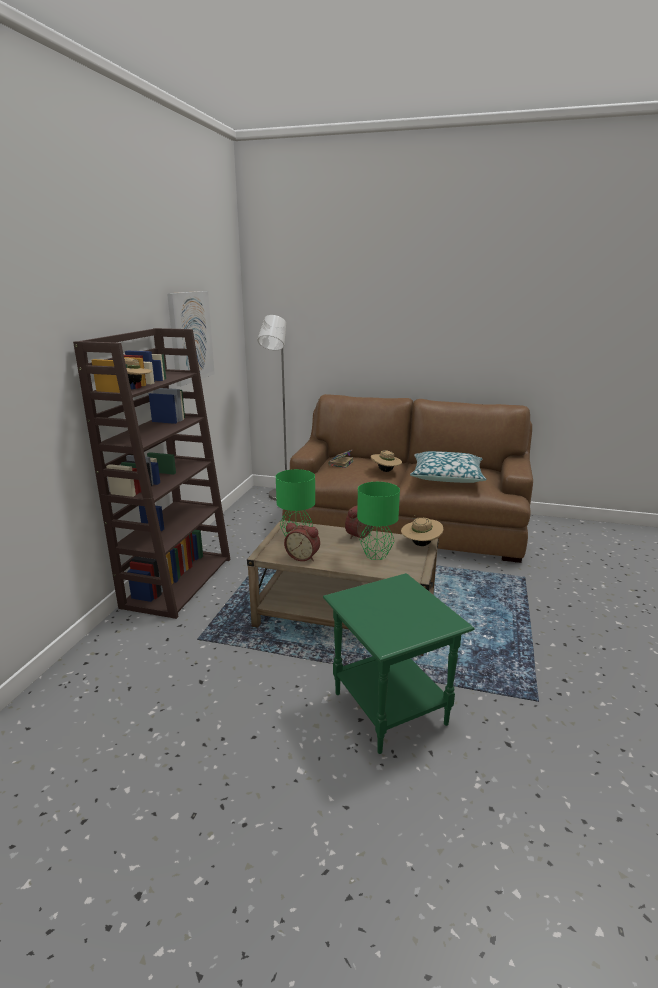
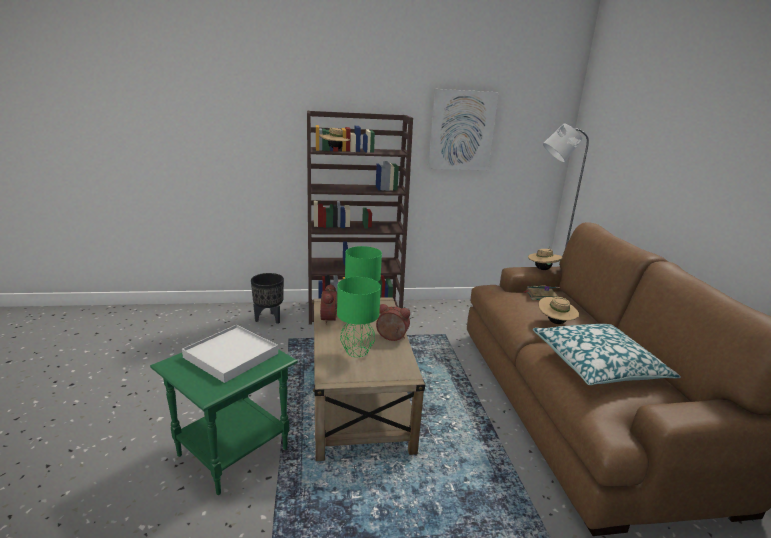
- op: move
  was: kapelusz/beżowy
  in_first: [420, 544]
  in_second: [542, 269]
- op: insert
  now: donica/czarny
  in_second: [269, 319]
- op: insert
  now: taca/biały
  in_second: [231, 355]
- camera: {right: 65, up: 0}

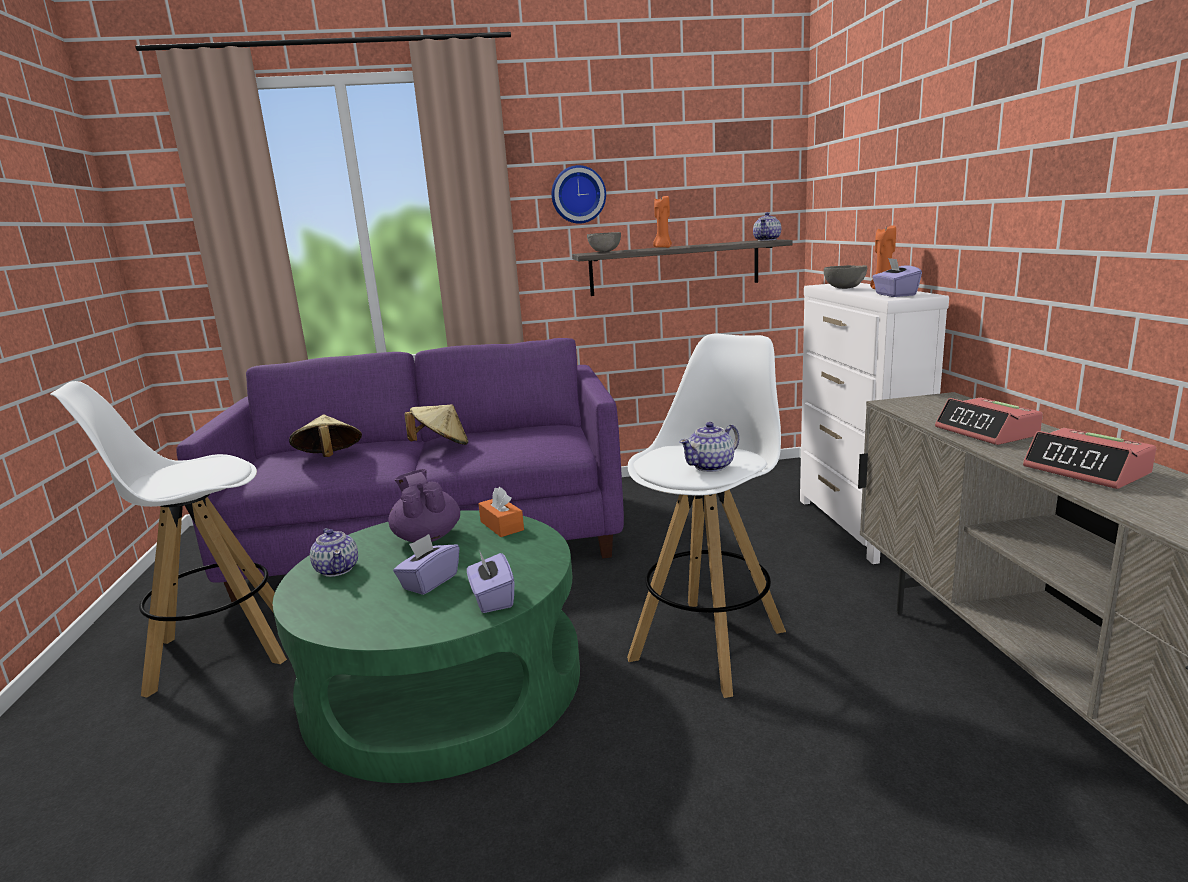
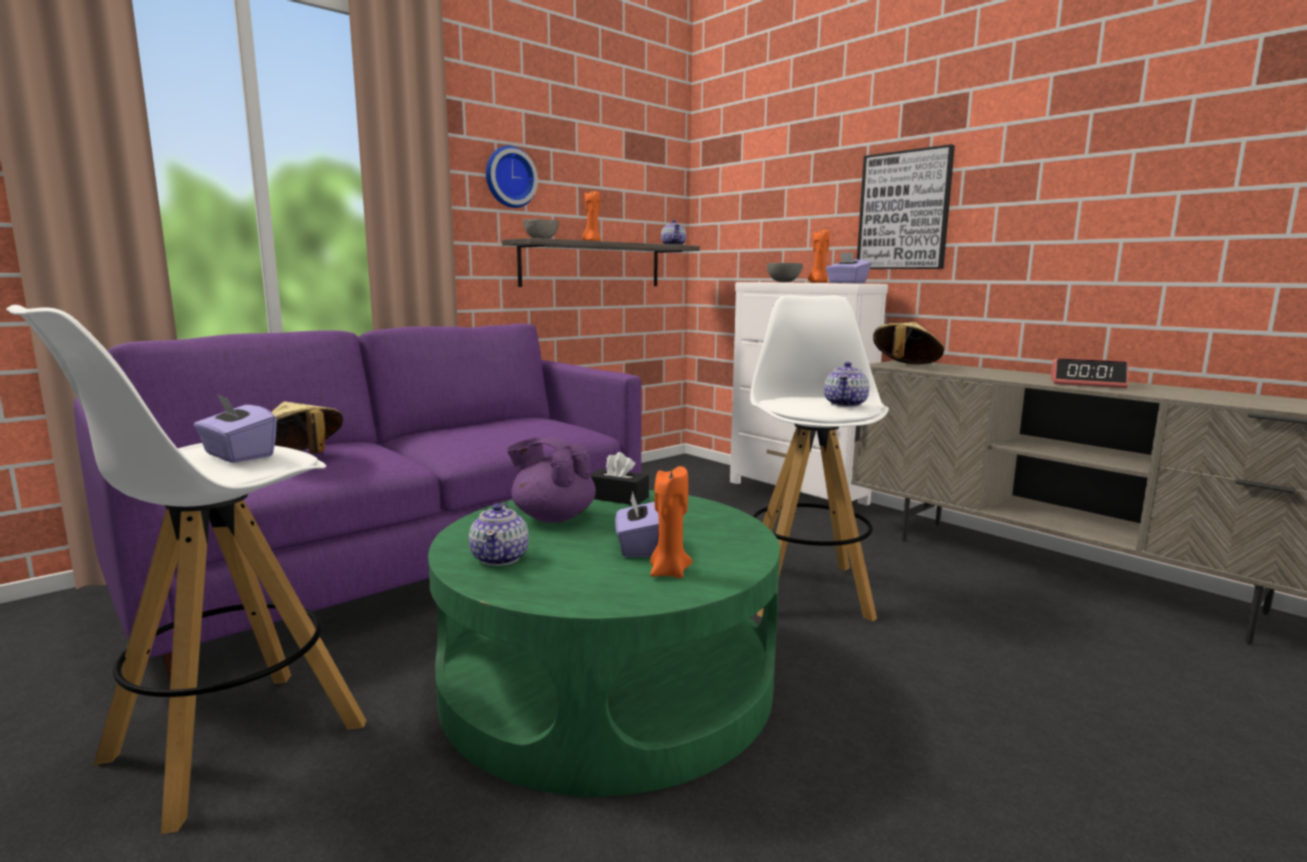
- op: delete
  was: budzik
  in_first: [987, 432]
- op: move
  was: kapelusz/beżowy
  in_first: [441, 446]
  in_second: [905, 366]
- op: recolor
  was: pudełko chusteczek/pomarańczowy
  now: pudełko chusteczek/czarny
  in_first: [502, 526]
  in_second: [618, 498]
- op: rotate
  was: imbryk
  in_first: [337, 569]
  in_second: [500, 558]
  clockwise: 60
- op: move
  was: pudełko chusteczek/fioletowy
  in_first: [492, 599]
  in_second: [238, 455]
- op: insert
  now: obraz
  in_second: [904, 211]
- op: insert
  now: świeca/pomarańczowy
  in_second: [669, 572]
- camera: {right: -35, up: -5}

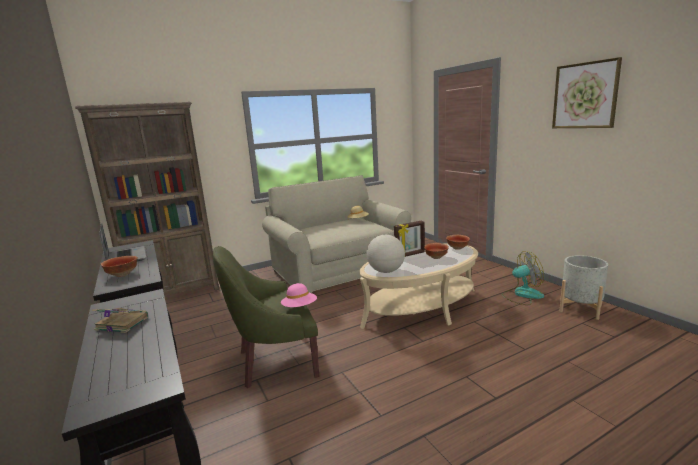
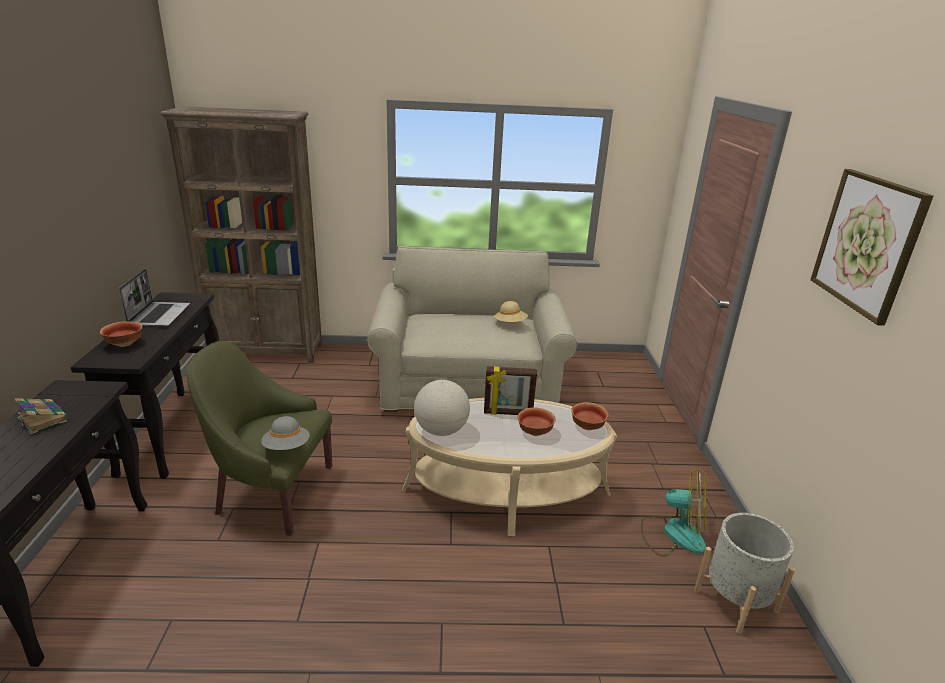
- op: recolor
  was: kapelusz/różowy
  now: kapelusz/szary
  in_first: [300, 308]
  in_second: [287, 447]
- camera: {right: 25, up: 10}

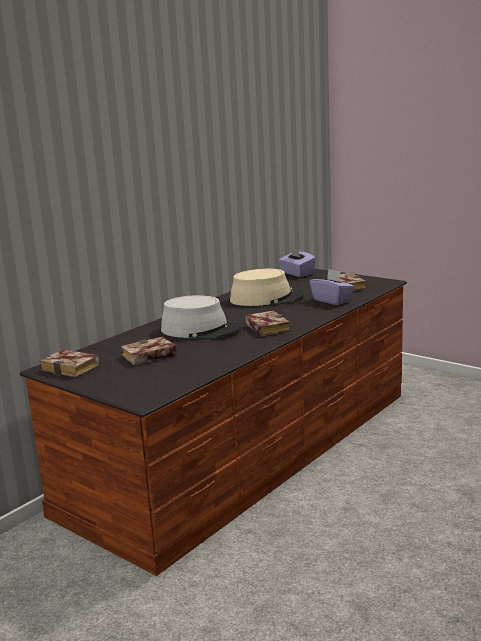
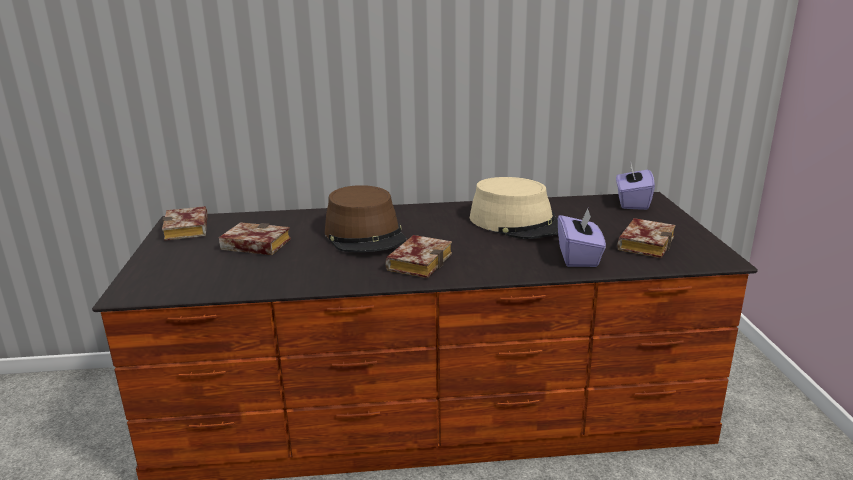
- op: recolor
  was: kapelusz/szary
  now: kapelusz/brązowy
  in_first: [201, 329]
  in_second: [365, 235]
- camera: {right: 45, up: 5}

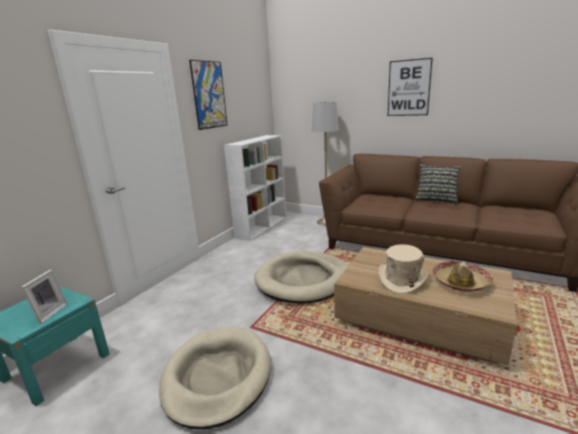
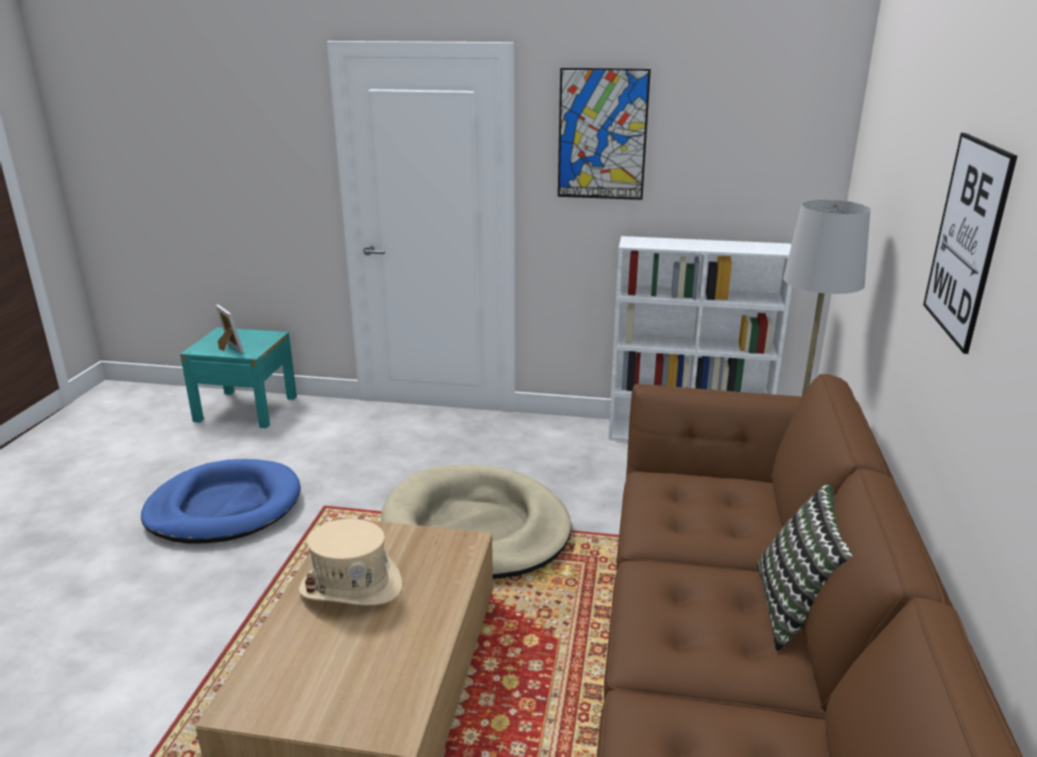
- op: delete
  was: kapelusz
  in_first: [460, 282]
- op: rotate
  was: ramka na zdjęcie
  in_first: [48, 313]
  in_second: [229, 349]
  clockwise: -120
- op: recolor
  was: legowisko/beżowy
  now: legowisko/niebieski
  in_first: [217, 377]
  in_second: [224, 507]
- camera: {right: 70, up: 5}

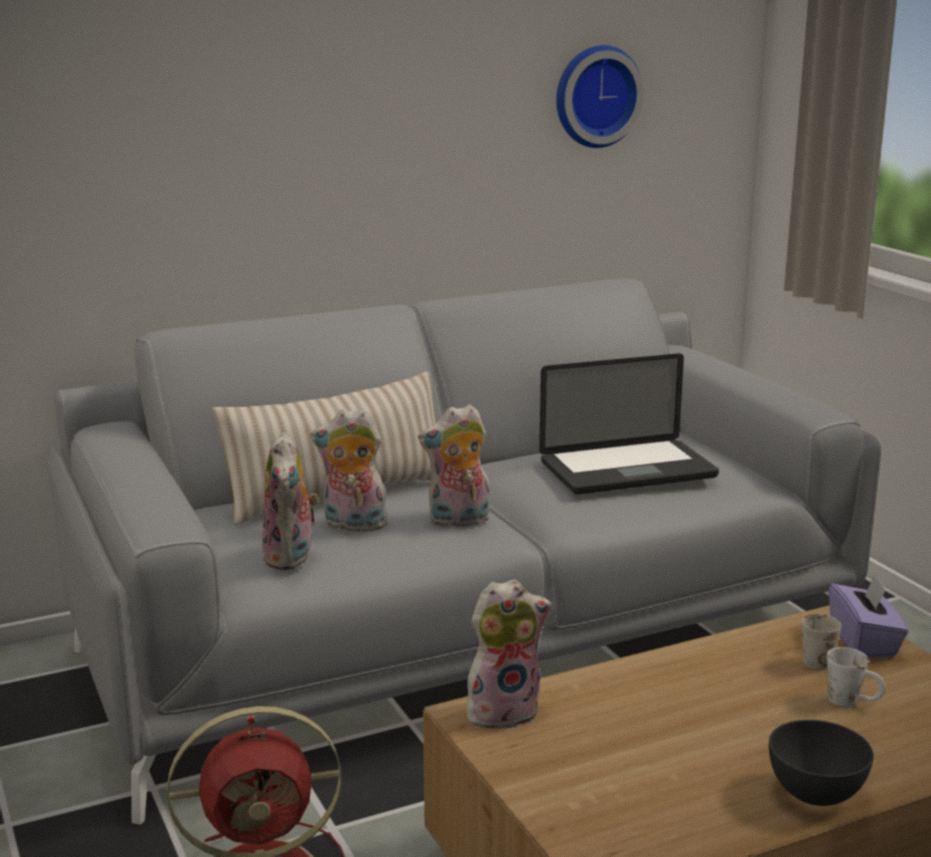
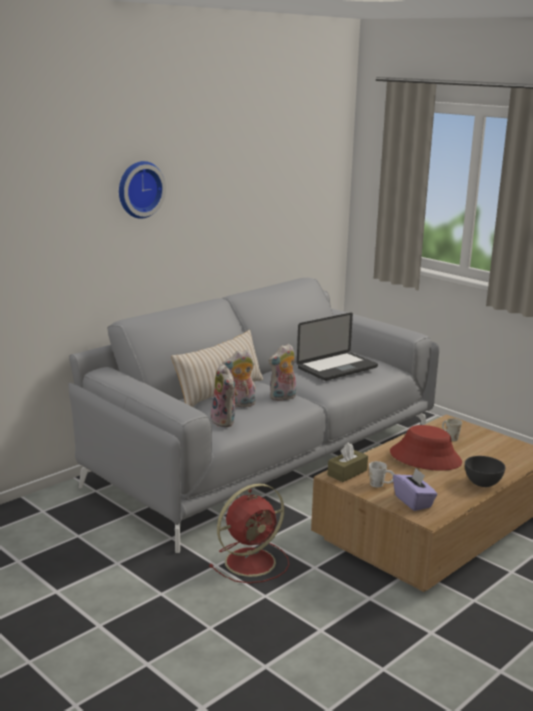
- op: move
  was: zegar ścienny
  in_first: [595, 96]
  in_second: [139, 189]
- op: move
  was: pudełko chusteczek/fioletowy
  in_first: [864, 642]
  in_second: [413, 501]
- op: replace
  was: pluszak
  now: pudełko chusteczek/brązowy
  in_first: [503, 711]
  in_second: [347, 473]
- op: move
  was: kubek/biały
  in_first: [852, 702]
  in_second: [381, 485]
- op: insert
  now: kapelusz/czerwony
  in_second: [425, 457]
- camera: {right: -20, up: 0}

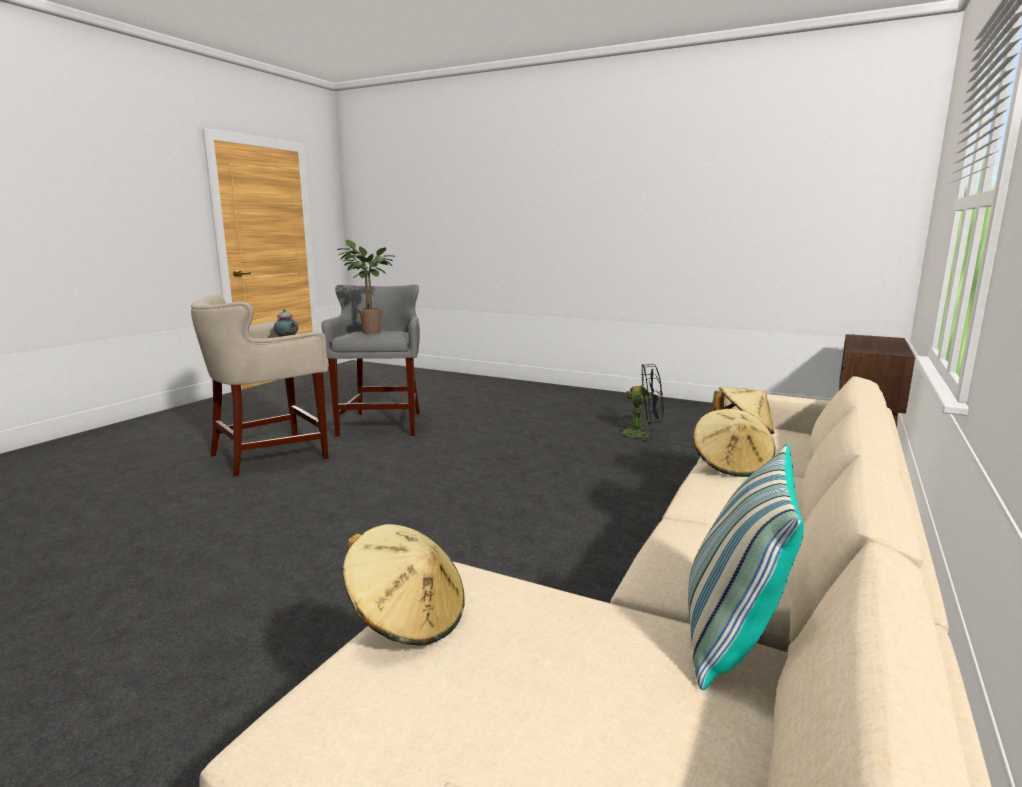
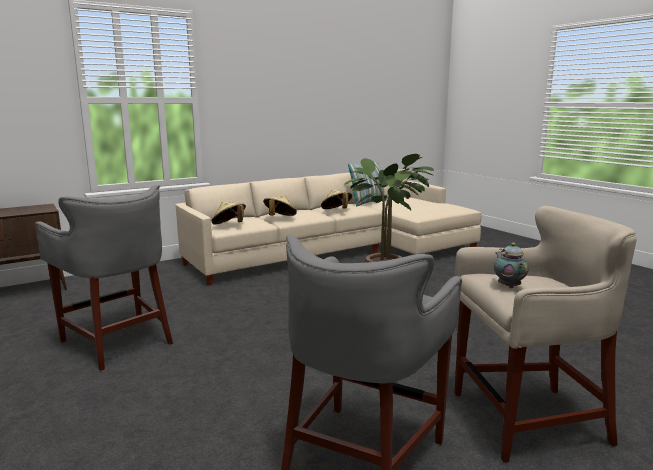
- op: replace
  was: wentylator/czarny
  now: stołek/szary
  in_first: [642, 434]
  in_second: [118, 341]
- op: move
  was: kapelusz/beżowy
  in_first: [407, 618]
  in_second: [336, 211]
- camera: {right: -150, up: 0}

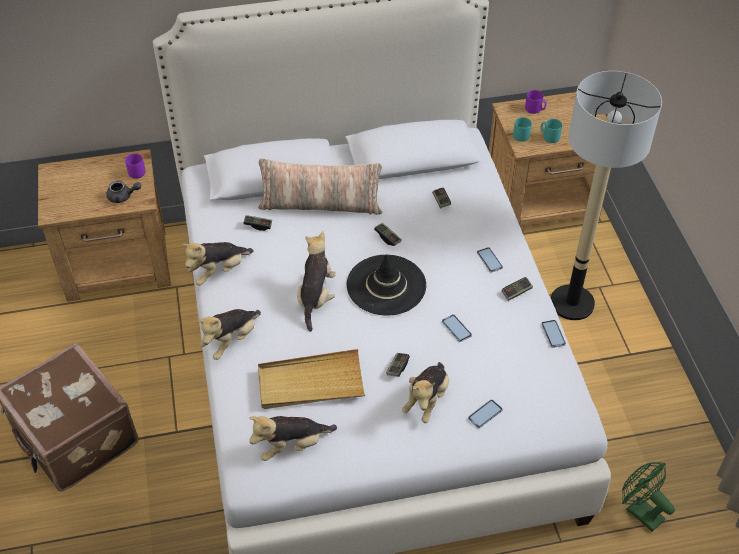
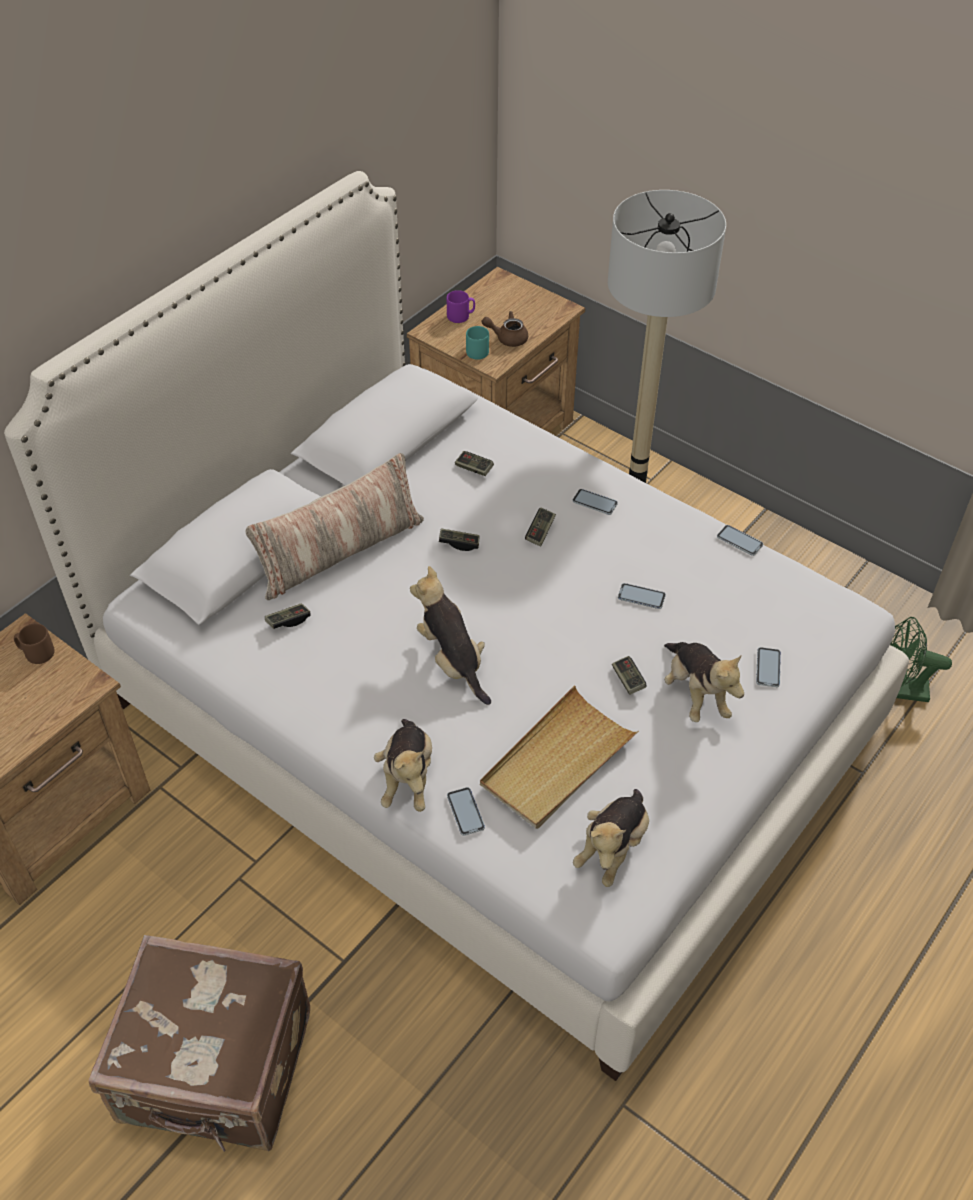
- op: replace
  was: kubek/turkusowy
  now: imbryk/brązowy
  in_first: [549, 137]
  in_second: [507, 338]
- op: recolor
  was: kubek/fioletowy
  now: kubek/brązowy
  in_first: [135, 171]
  in_second: [36, 653]
- op: delete
  was: imbryk/szary
  in_first: [123, 197]
- op: delete
  was: pluszak
  in_first: [219, 271]
- op: delete
  was: kapelusz/czarny
  in_first: [386, 285]
- op: move
  was: pad do gier
  in_first: [516, 292]
  in_second: [540, 532]
- op: insert
  now: telefon
  in_second: [465, 812]
- camera: {right: -40, up: 0}

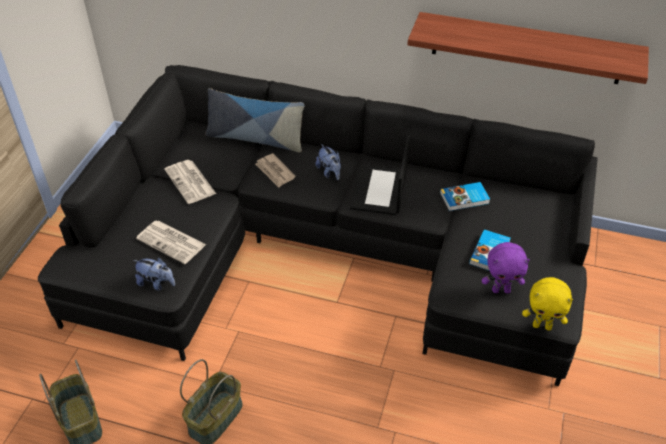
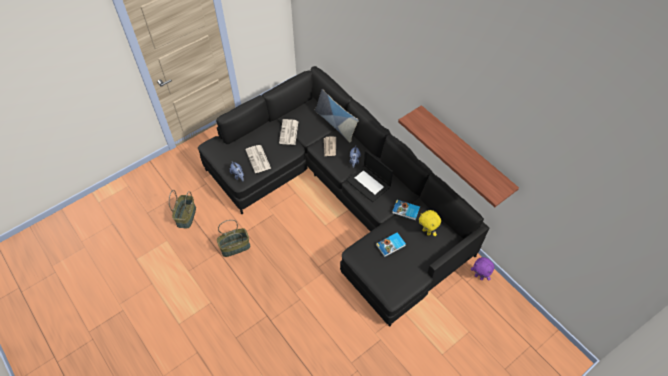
- op: rotate
  was: laptop
  in_first: [379, 190]
  in_second: [369, 183]
  clockwise: -90
- op: move
  was: pluszak/fioletowy
  in_first: [501, 290]
  in_second: [479, 276]
- op: move
  was: pluszak/żółty
  in_first: [542, 326]
  in_second: [427, 232]
- camera: {right: 35, up: 10}

